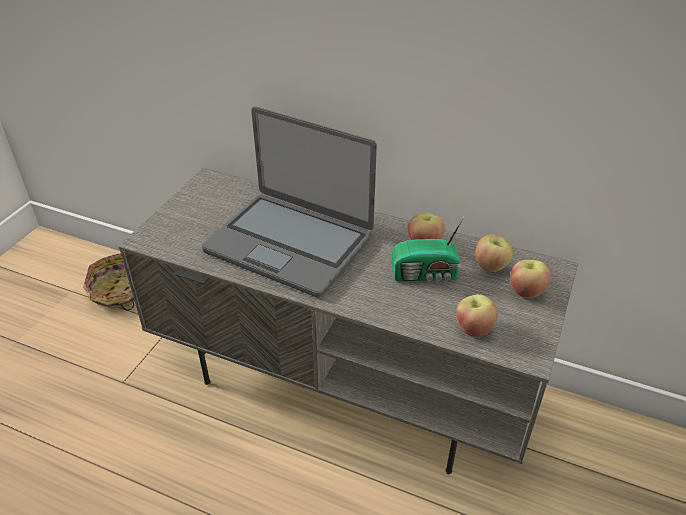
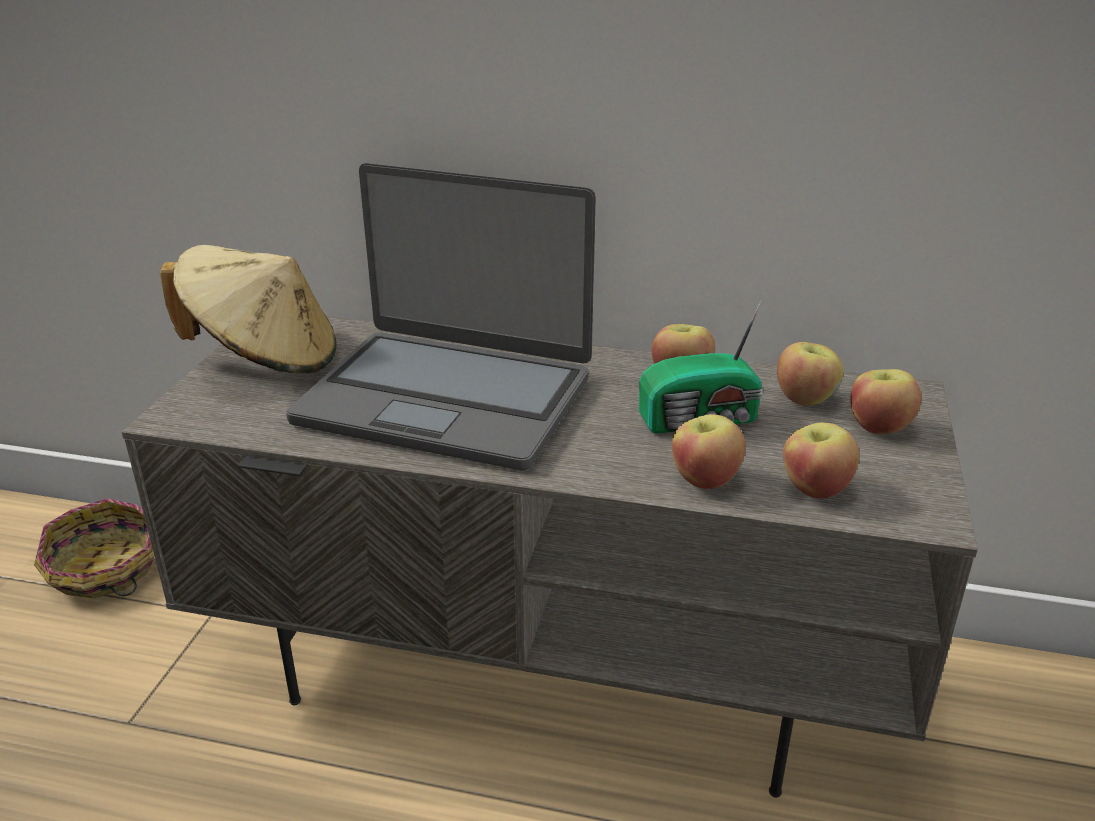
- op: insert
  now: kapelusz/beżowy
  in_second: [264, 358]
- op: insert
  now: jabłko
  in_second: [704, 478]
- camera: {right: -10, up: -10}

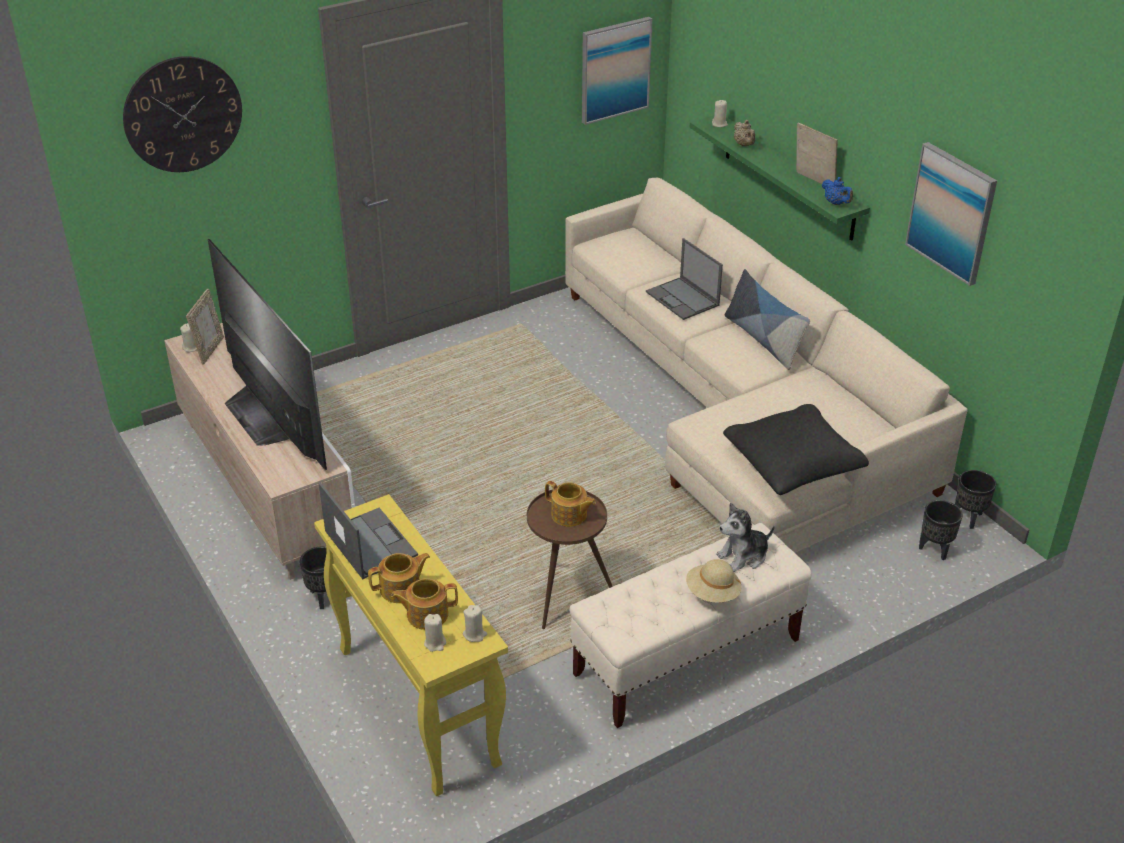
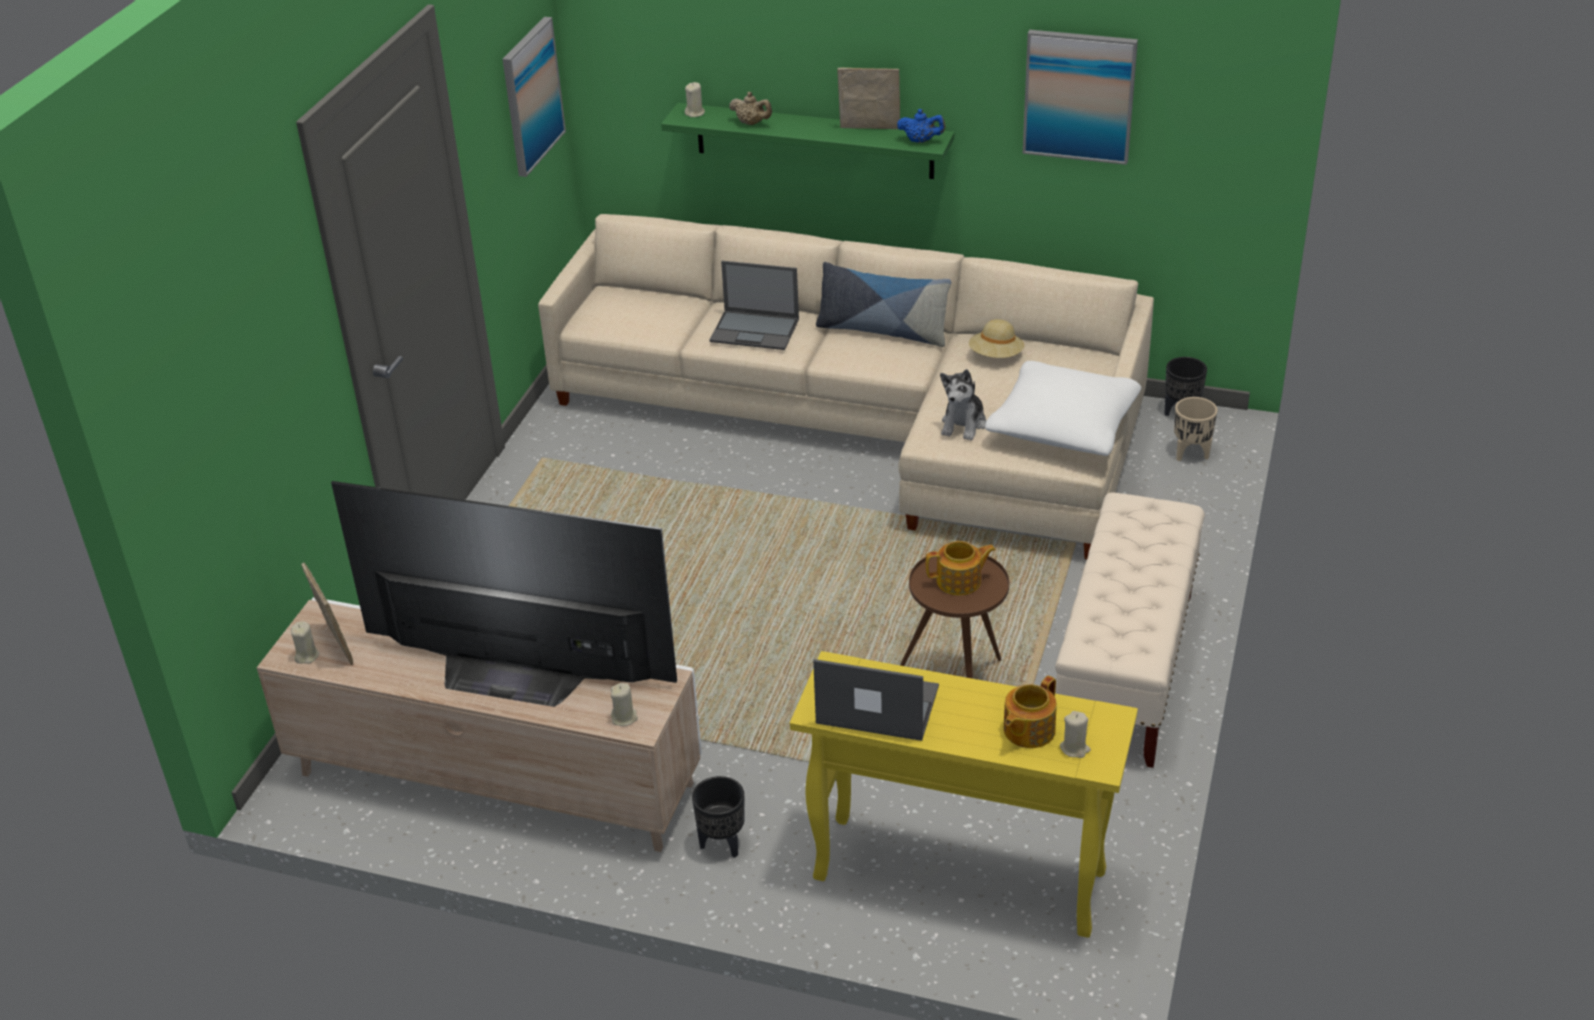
- op: delete
  was: zegar ścienny
  in_first: [183, 114]
- op: recolor
  was: poduszka/czarny
  now: poduszka/biały
  in_first: [793, 463]
  in_second: [1063, 426]
- op: recolor
  was: donica/czarny
  now: donica/beżowy
  in_first: [935, 550]
  in_second: [1191, 454]
- op: move
  was: pluszak
  in_first: [743, 556]
  in_second: [963, 424]
- op: delete
  was: imbryk
  in_first: [401, 589]
- op: move
  was: kapelusz/beżowy
  in_first: [712, 593]
  in_second: [996, 356]
- op: move
  was: świeca/beżowy
  in_first: [474, 634]
  in_second: [624, 718]
- camera: {right: -40, up: 0}

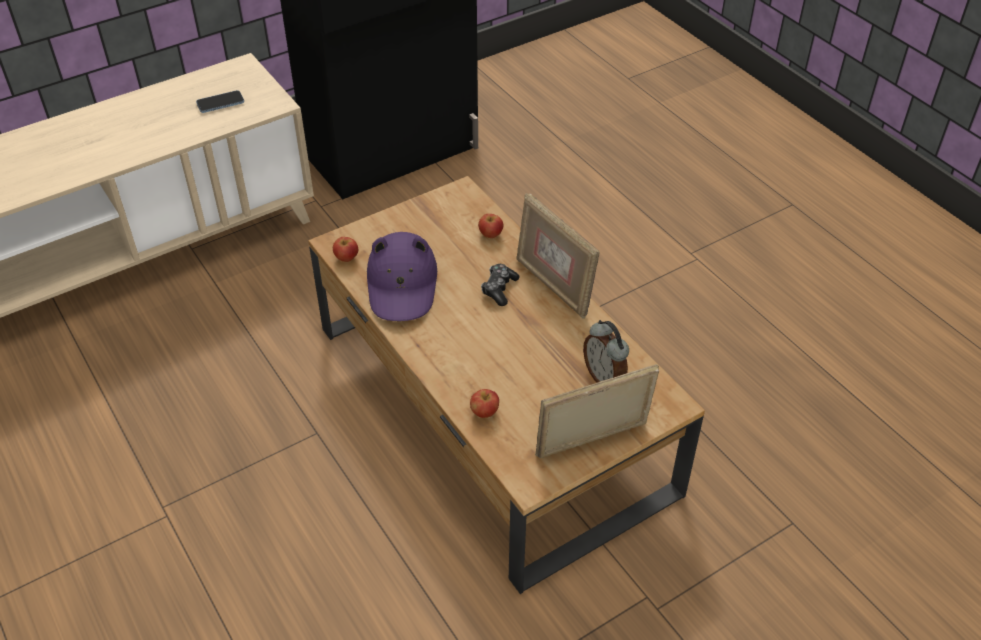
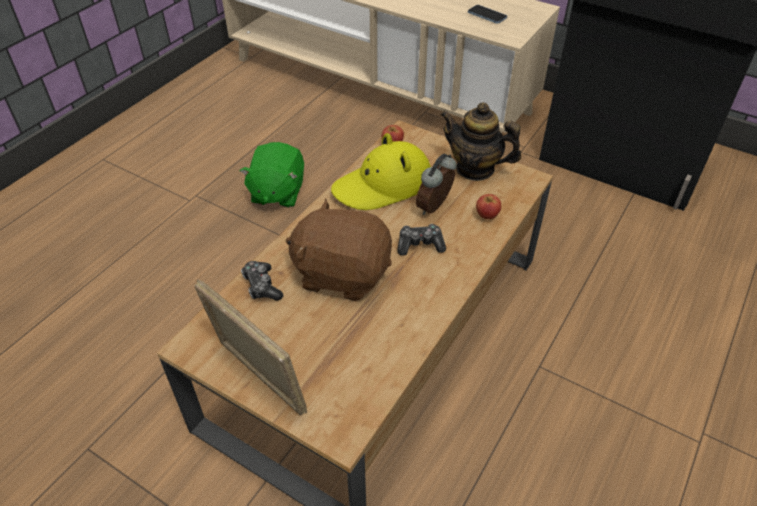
- op: delete
  was: ramka na zdjęcie
  in_first: [553, 286]
- op: recolor
  was: kapelusz/fioletowy
  now: kapelusz/żółty
  in_first: [402, 285]
  in_second: [383, 185]
- op: move
  was: budzik
  in_first: [604, 377]
  in_second: [435, 208]
- op: replace
  was: jabłko
  now: pad do gier
  in_first: [484, 412]
  in_second: [262, 286]
- op: insert
  now: imbryk
  in_second: [475, 169]
- op: insert
  now: pluszak/zielony
  in_second: [277, 192]
- op: insert
  now: pluszak/brązowy
  in_second: [342, 273]
- camera: {right: 65, up: 0}

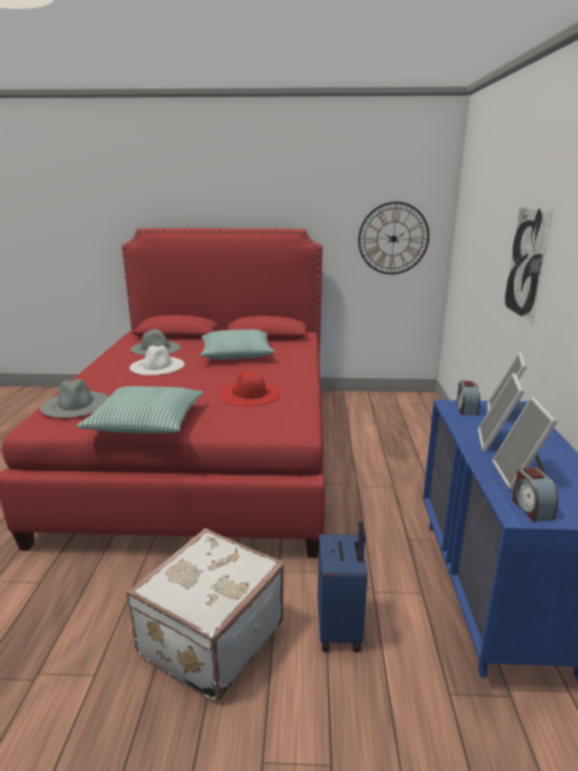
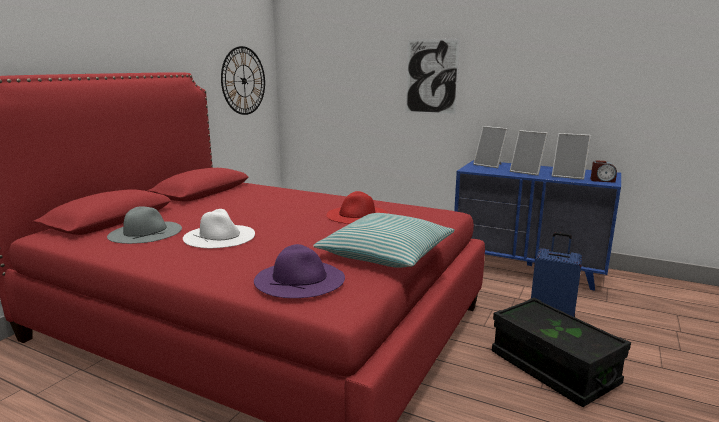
- op: delete
  was: poduszka
  in_first: [236, 354]
- op: recolor
  was: kapelusz/szary
  now: kapelusz/fioletowy
  in_first: [75, 404]
  in_second: [299, 278]
- op: delete
  was: budzik
  in_first: [466, 409]
- op: replace
  was: walizka/biały
  now: pojemnik do przechowywania/czarny
  in_first: [209, 638]
  in_second: [553, 368]
- camera: {right: -65, up: -5}

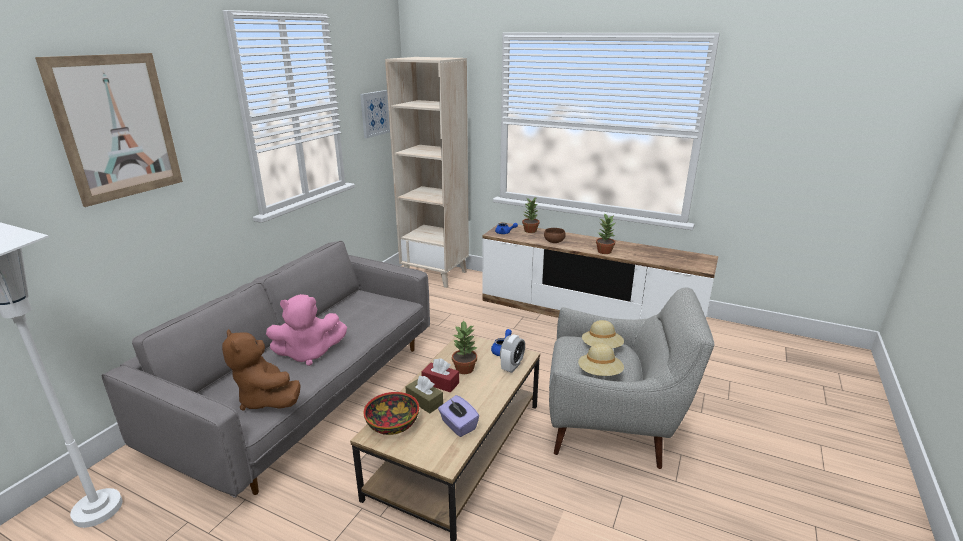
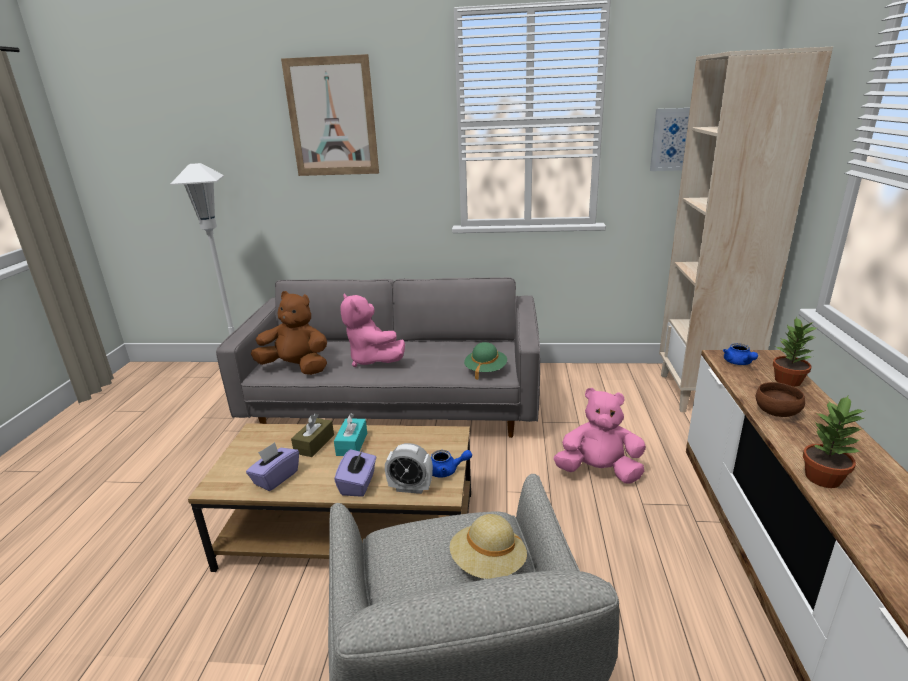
- op: delete
  was: roślina doniczkowa
  in_first: [465, 369]
- op: rotate
  was: pluszak/brązowy
  in_first: [267, 399]
  in_second: [296, 368]
  clockwise: 75
- op: delete
  was: kapelusz/beżowy
  in_first: [600, 373]
- op: recolor
  was: pudełko chusteczek/czerwony
  now: pudełko chusteczek/turkusowy
  in_first: [440, 383]
  in_second: [352, 444]
- op: delete
  was: miska
  in_first: [392, 424]
- op: insert
  now: kapelusz/zielony
  in_second: [485, 370]
- op: insert
  now: pluszak/różowy
  in_second: [599, 471]
- op: insert
  now: pudełko chusteczek/fioletowy
  in_second: [358, 484]
- camera: {right: 70, up: 0}

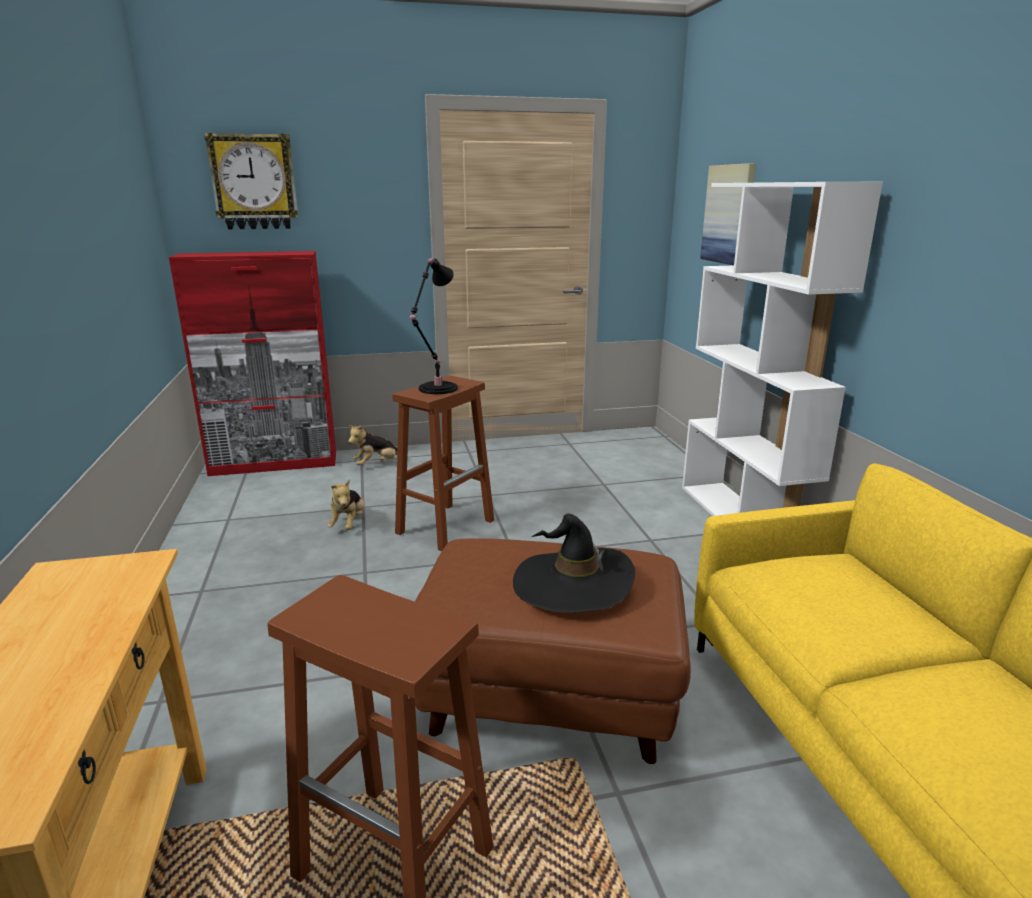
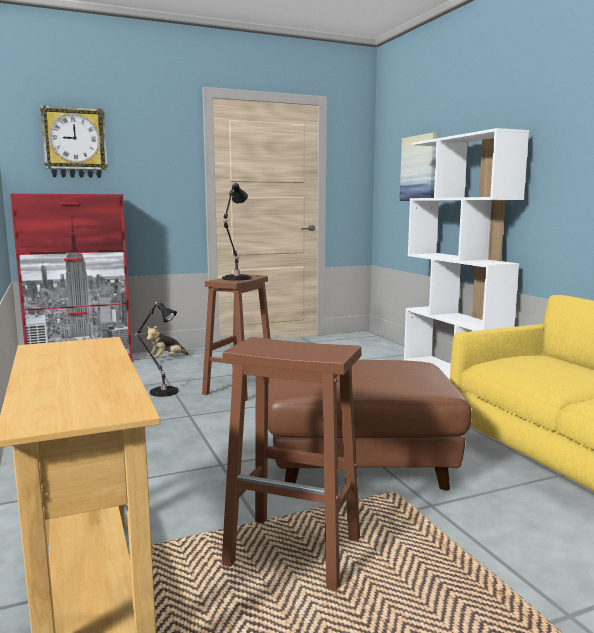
- op: replace
  was: pluszak
  now: lampa stołowa/czarny
  in_first: [348, 524]
  in_second: [162, 391]
- op: delete
  was: kapelusz/czarny
  in_first: [573, 583]
- camera: {right: -10, up: -10}

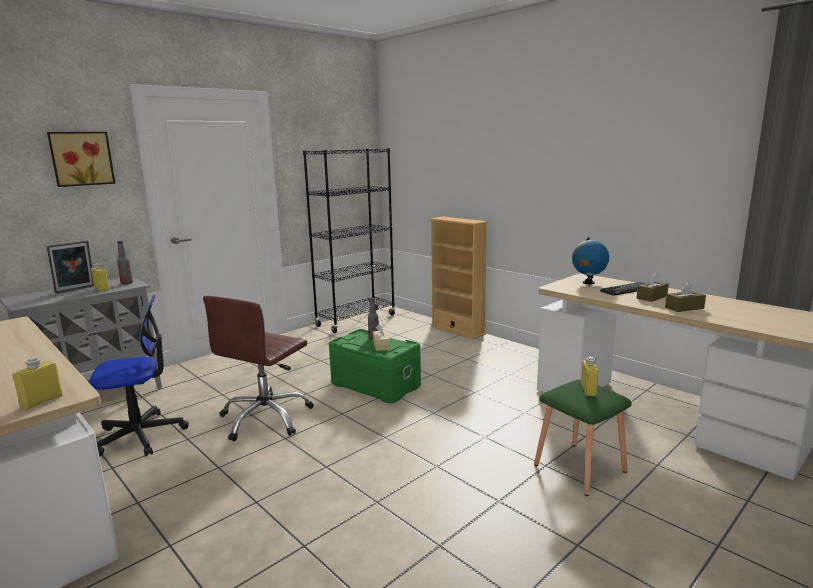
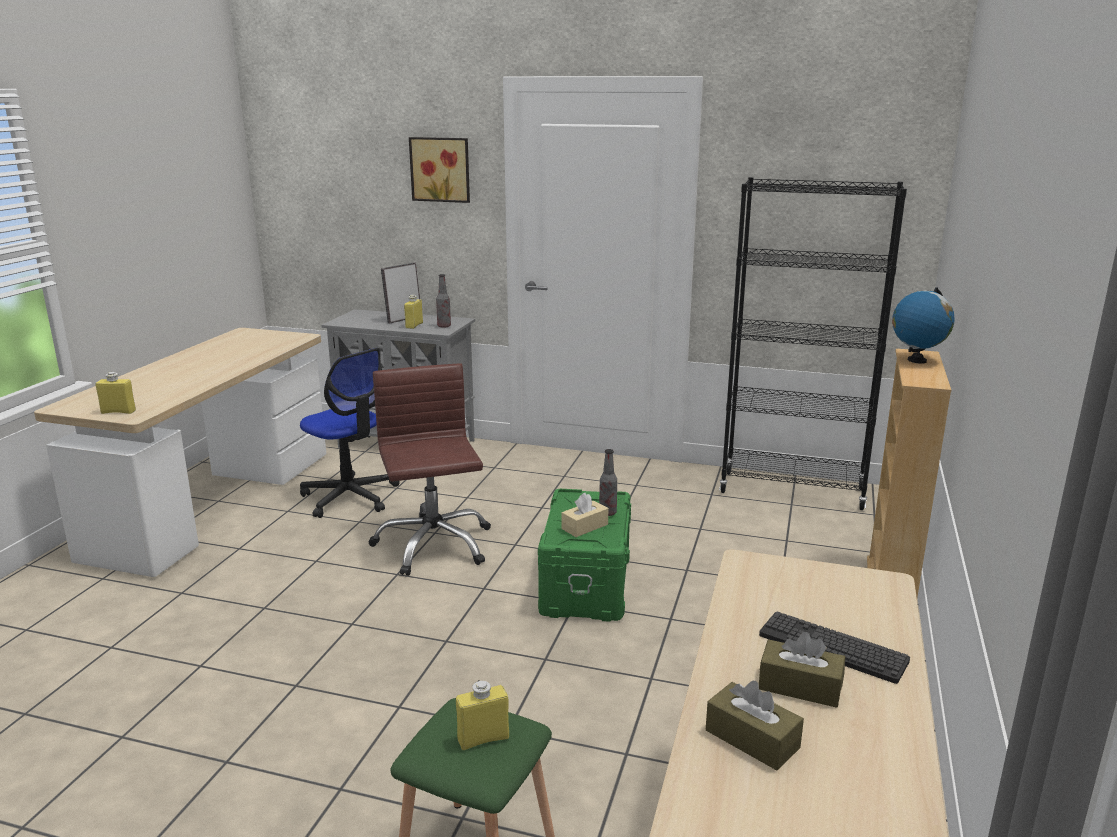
- op: move
  was: globus
  in_first: [588, 283]
  in_second: [916, 360]
- op: rotate
  was: ramka na zdjęcie
  in_first: [76, 289]
  in_second: [403, 319]
  clockwise: 120
- op: rotate
  was: krzesło biurowe/brązowy
  in_first: [266, 418]
  in_second: [433, 545]
  clockwise: 75
- camera: {right: 60, up: 5}

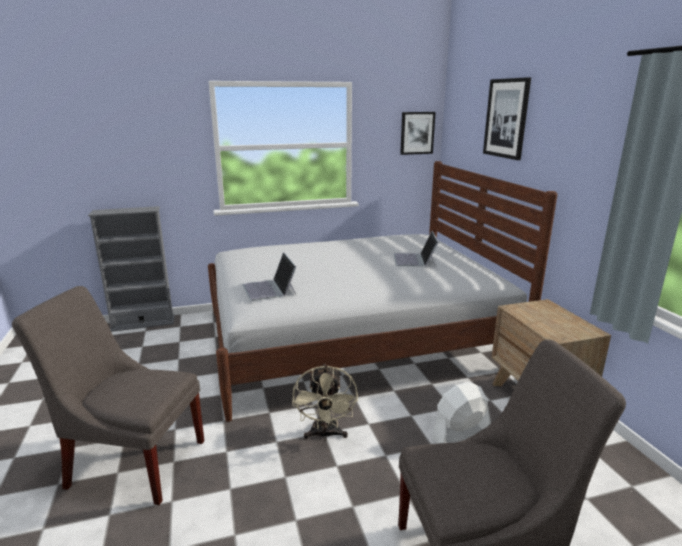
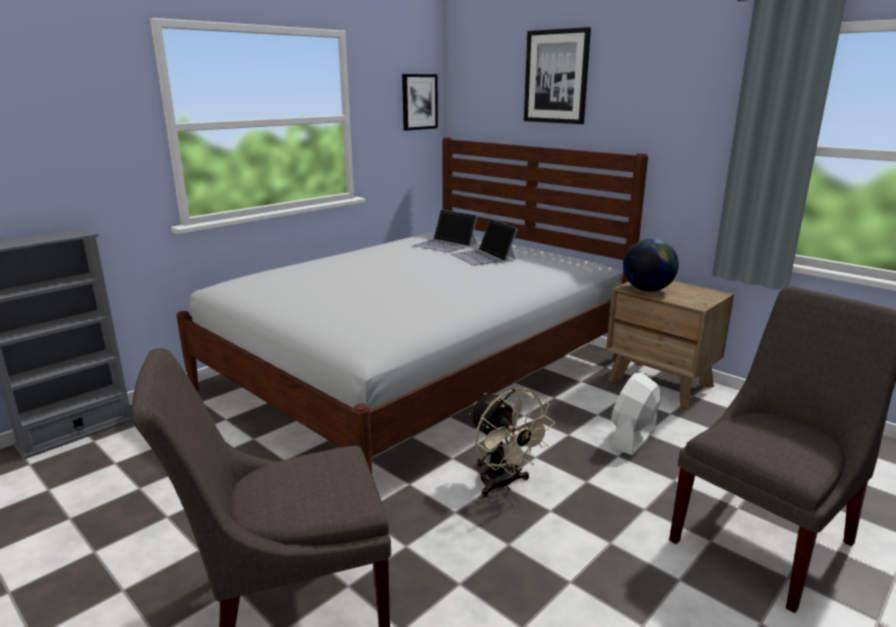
- op: move
  was: laptop
  in_first: [270, 289]
  in_second: [445, 244]
- op: insert
  now: globus
  in_second: [647, 289]
- camera: {right: -30, up: 0}

